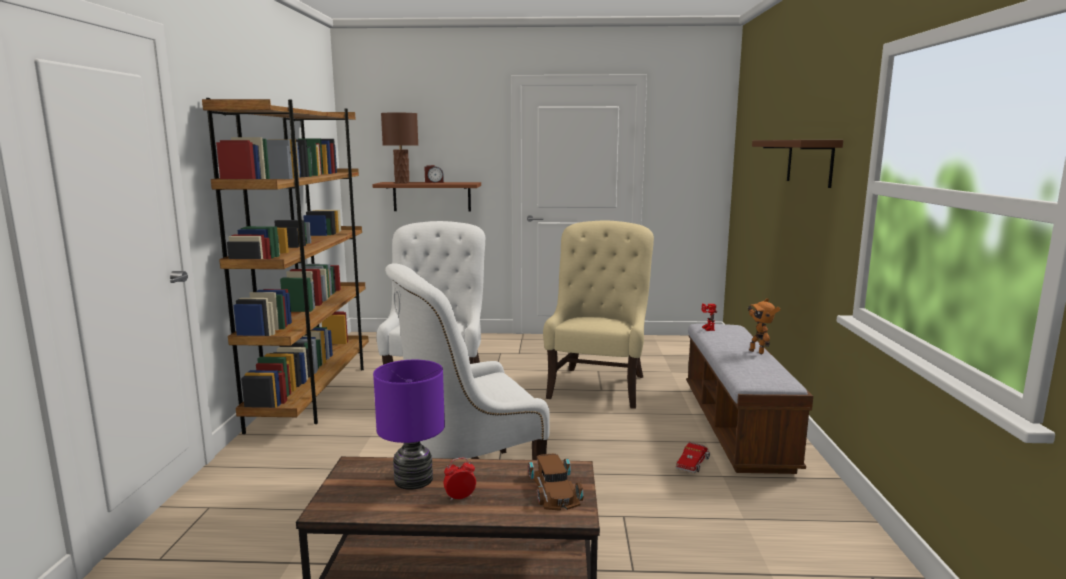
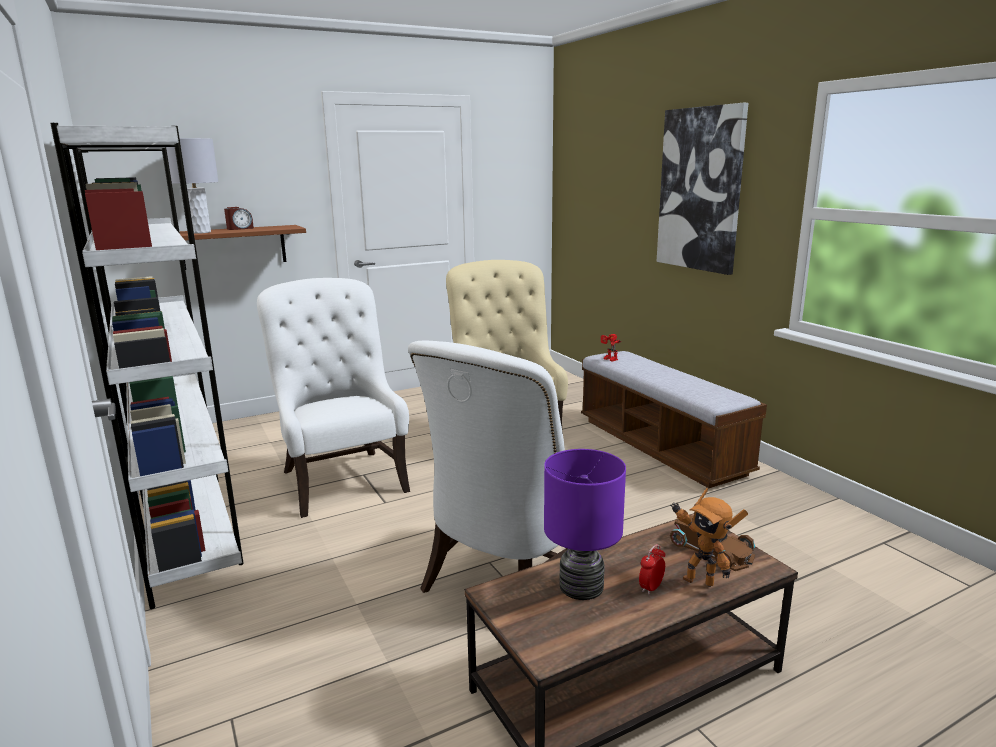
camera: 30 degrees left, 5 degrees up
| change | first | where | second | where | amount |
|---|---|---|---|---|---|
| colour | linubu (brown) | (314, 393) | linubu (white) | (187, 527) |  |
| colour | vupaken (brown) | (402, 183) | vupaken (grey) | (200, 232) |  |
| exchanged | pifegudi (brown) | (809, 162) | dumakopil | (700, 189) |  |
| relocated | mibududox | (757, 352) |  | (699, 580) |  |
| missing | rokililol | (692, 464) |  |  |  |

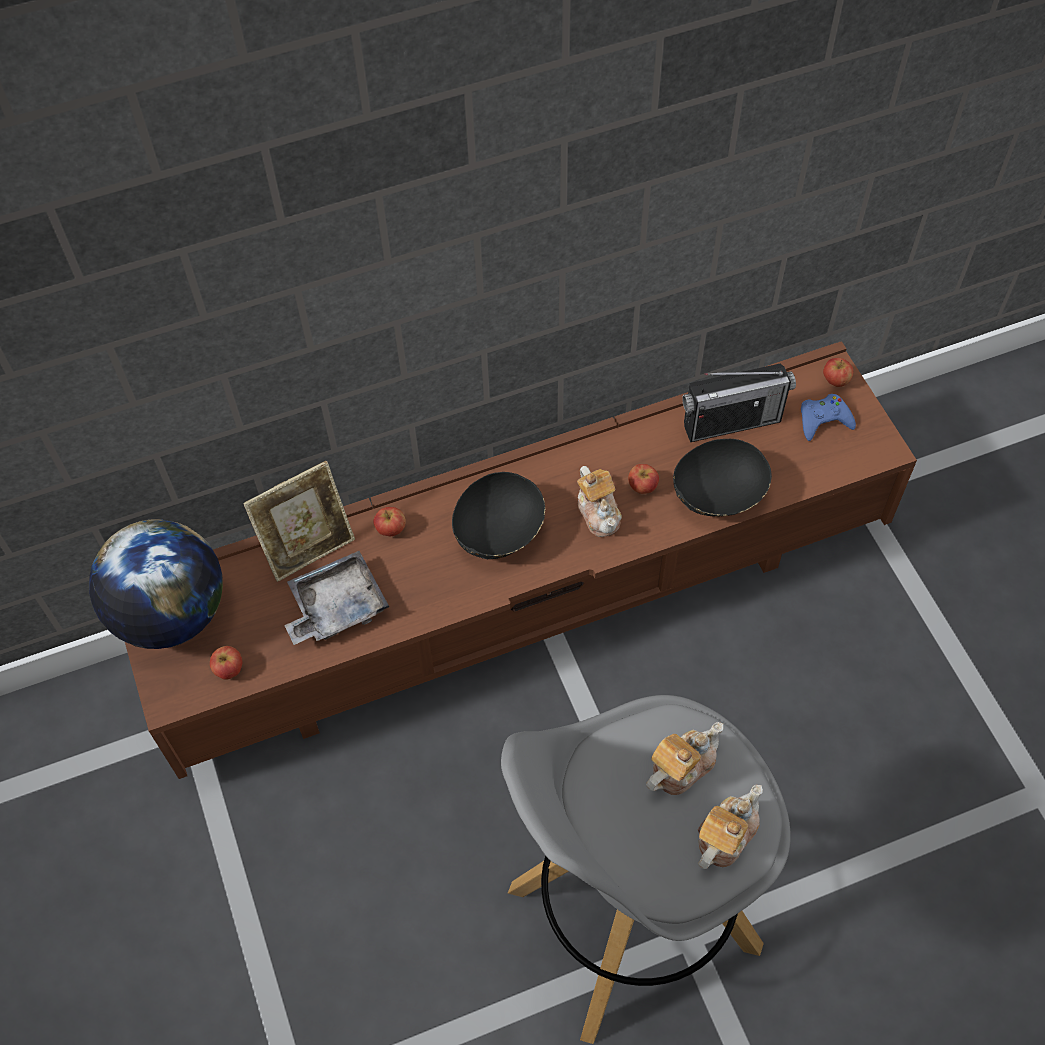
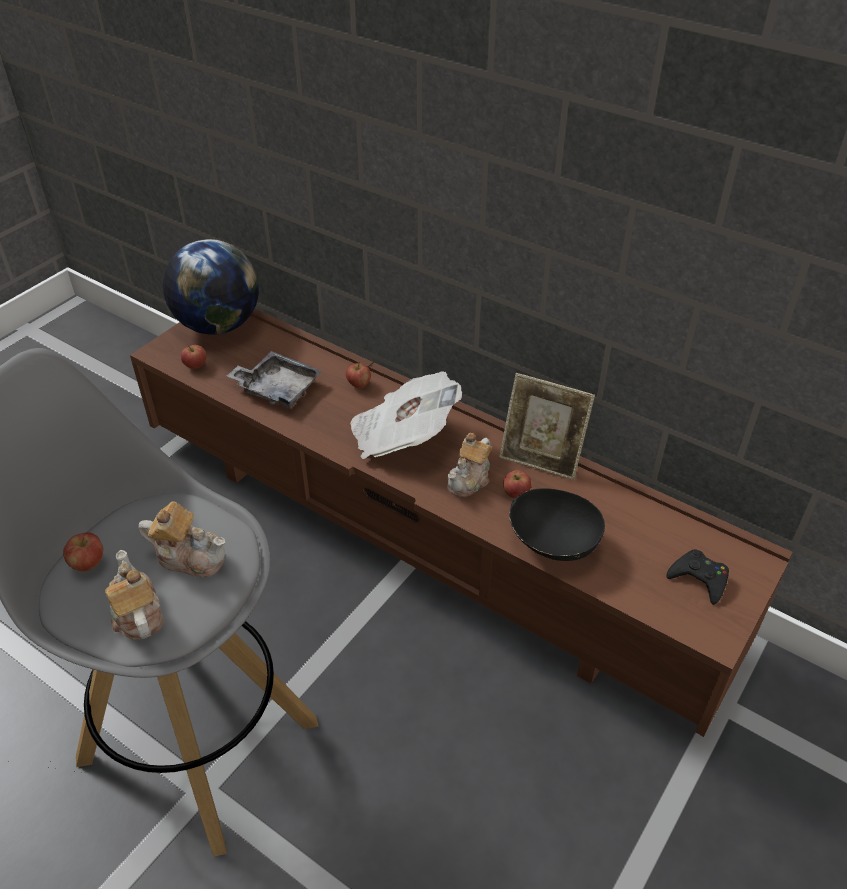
camera: 55 degrees right, 15 degrees down
| change | first | where | second | where | amount |
|---|---|---|---|---|---|
| relocated | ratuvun | (835, 381) |  | (88, 563) |  |
| spun | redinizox | (724, 836) |  | (137, 614) | 120 degrees counterclockwise |
| exchanged | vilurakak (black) | (499, 533) | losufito | (402, 436) |  |
| relocated | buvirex | (308, 548) |  | (541, 459) |  |
| colour | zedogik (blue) | (823, 420) | zedogik (black) | (699, 579) |  |
| missing | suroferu | (731, 422) |  |  |  |

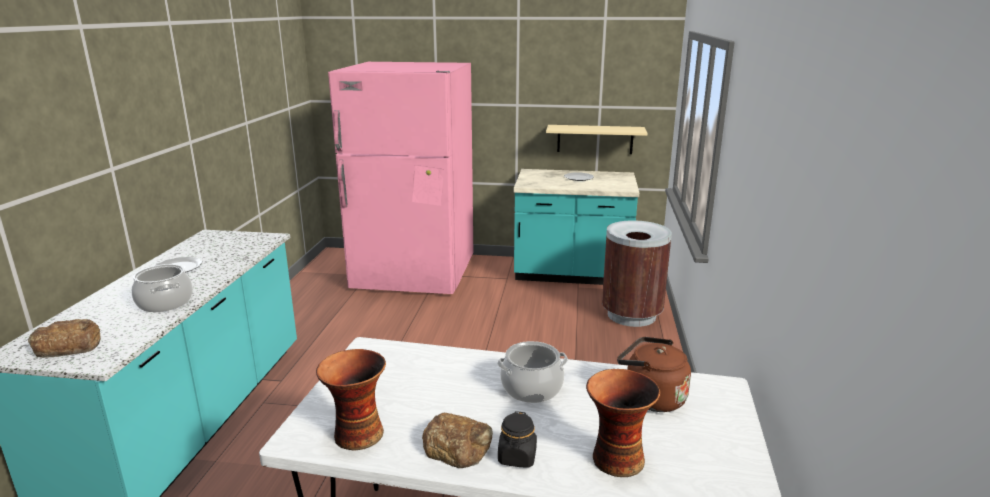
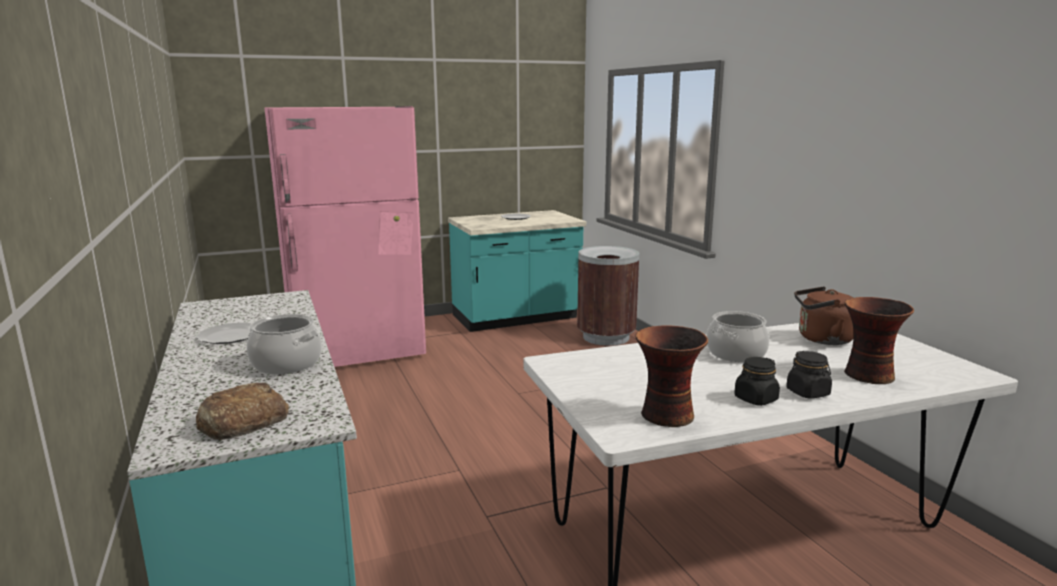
camera: 30 degrees left, 5 degrees down
| change | first | where | second | where | amount |
|---|---|---|---|---|---|
| exchanged | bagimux | (457, 446) | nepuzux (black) | (755, 399) |  |
| missing | pifegudi (beige) | (595, 139) |  |  |  |

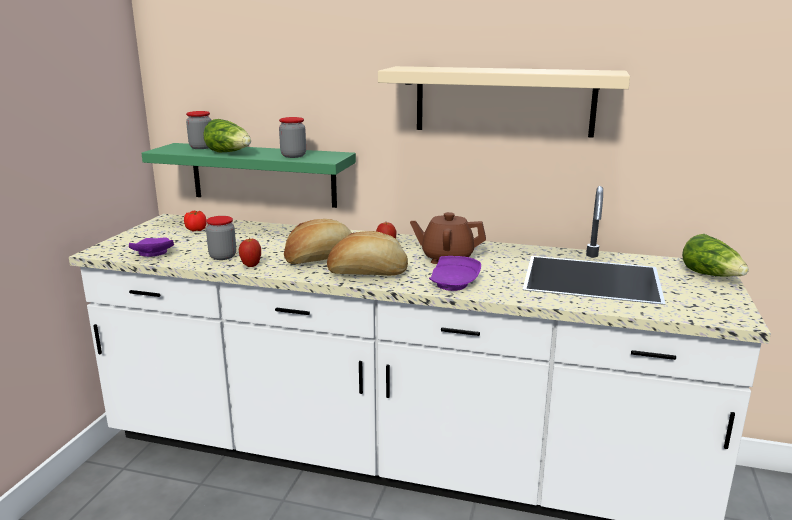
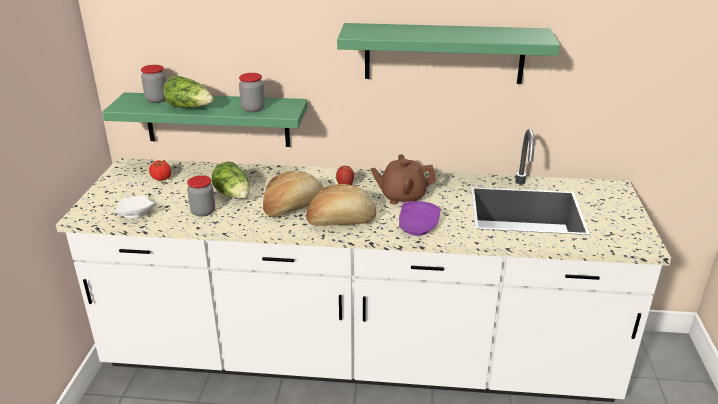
camera: 10 degrees left, 10 degrees up
| change | first | where | second | where | amount |
|---|---|---|---|---|---|
| colour | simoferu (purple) | (152, 254) | simoferu (white) | (135, 214) |  |
| relocated | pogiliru | (711, 276) |  | (234, 195) |  |
| colour | pifegudi (beige) | (504, 101) | pifegudi (green) | (444, 53) |  |
| missing | ratuvun | (251, 265) |  |  |  |

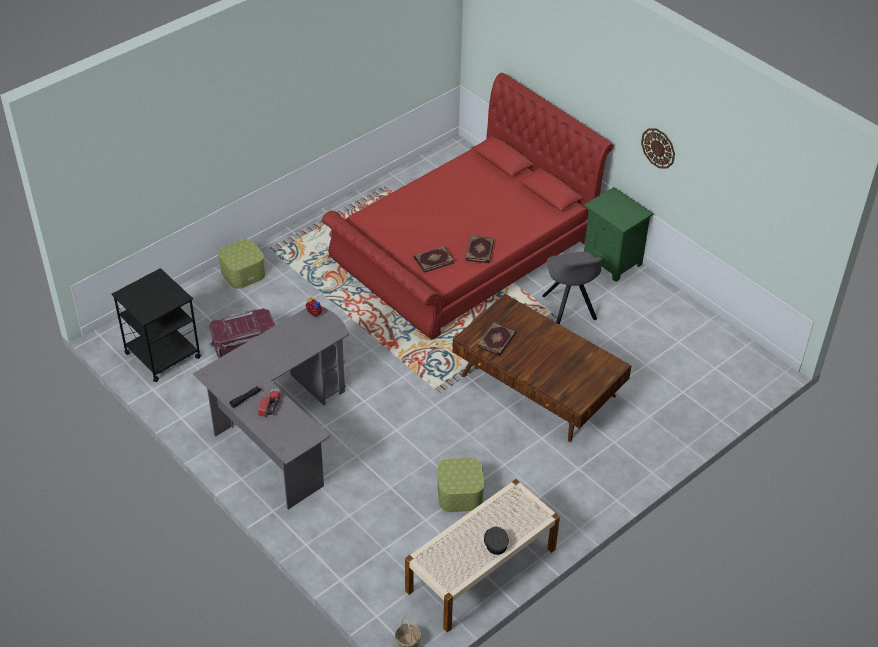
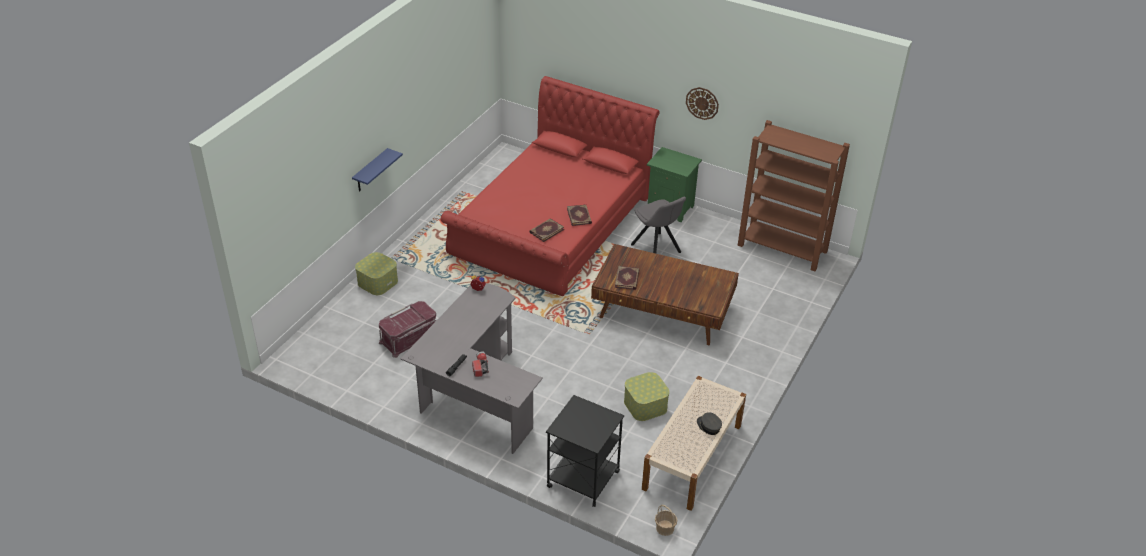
camera: 20 degrees left, 5 degrees down
| change | first | where | second | where | amount |
|---|---|---|---|---|---|
| appeared |  |  | pifegudi (blue) | (370, 171) |  |
| relocated | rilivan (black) | (162, 354) |  | (582, 478) |  |
| appeared |  |  | linubu (brown) | (782, 248) |  |

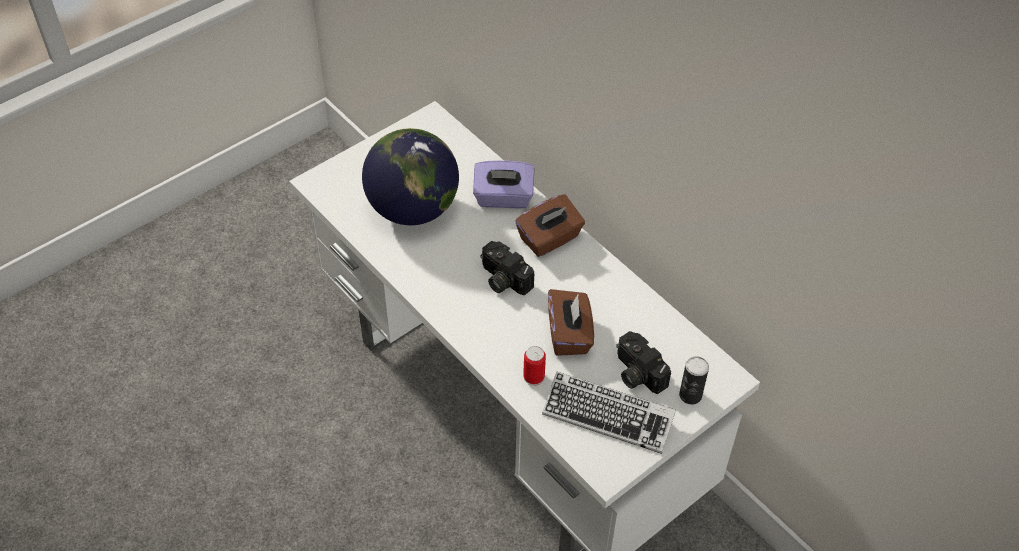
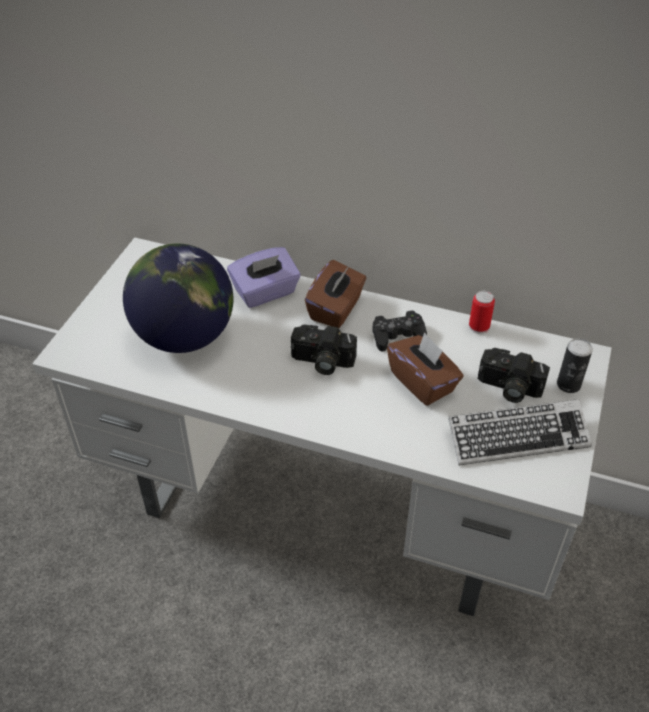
camera: 30 degrees left, 5 degrees down
| change | first | where | second | where | amount |
|---|---|---|---|---|---|
| appeared |  |  | zedogik (black) | (398, 336) |  |
| relocated | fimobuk | (533, 377) |  | (479, 327) |  |

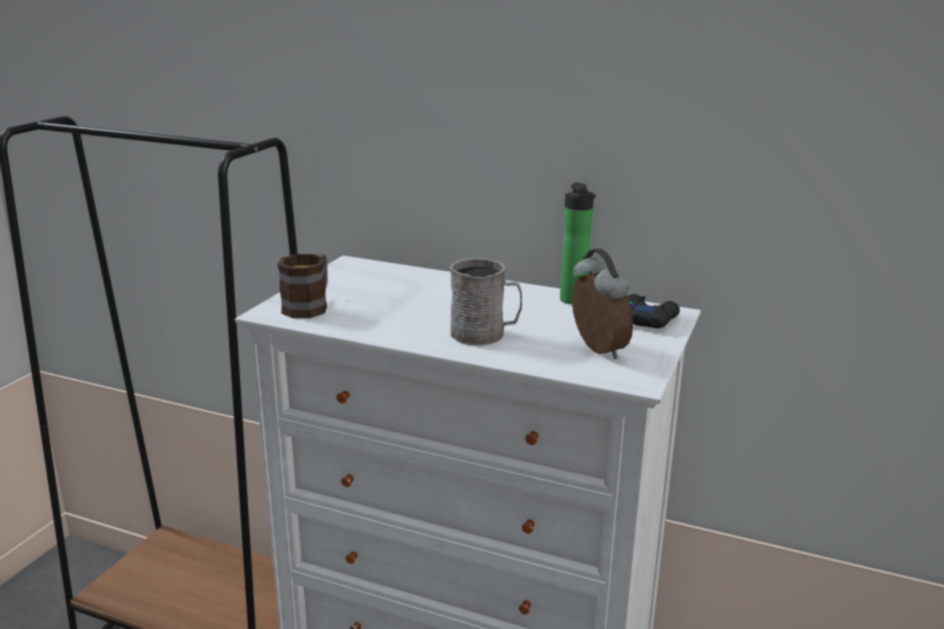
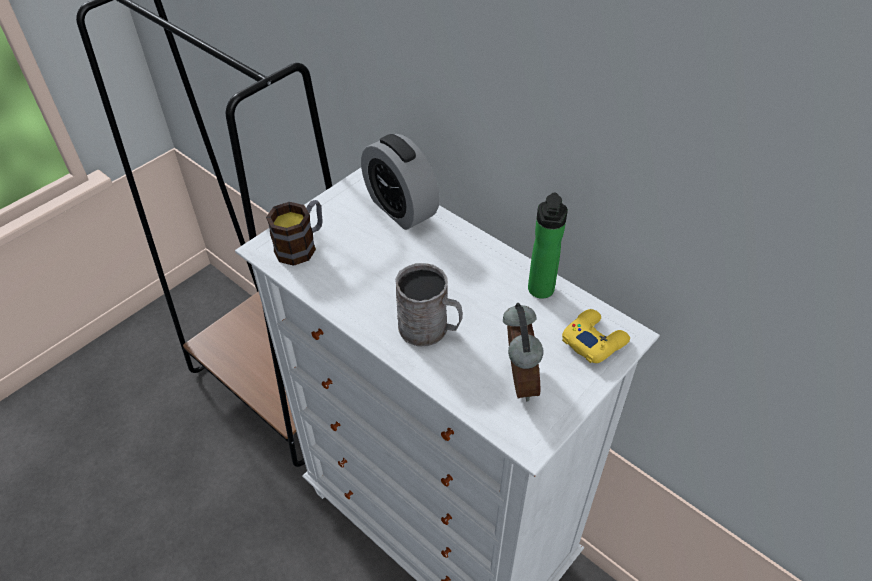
camera: 20 degrees right, 25 degrees up
| change | first | where | second | where | amount |
|---|---|---|---|---|---|
| appeared |  |  | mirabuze | (400, 208) |  |
| colour | zedogik (black) | (646, 319) | zedogik (yellow) | (594, 340) |  |

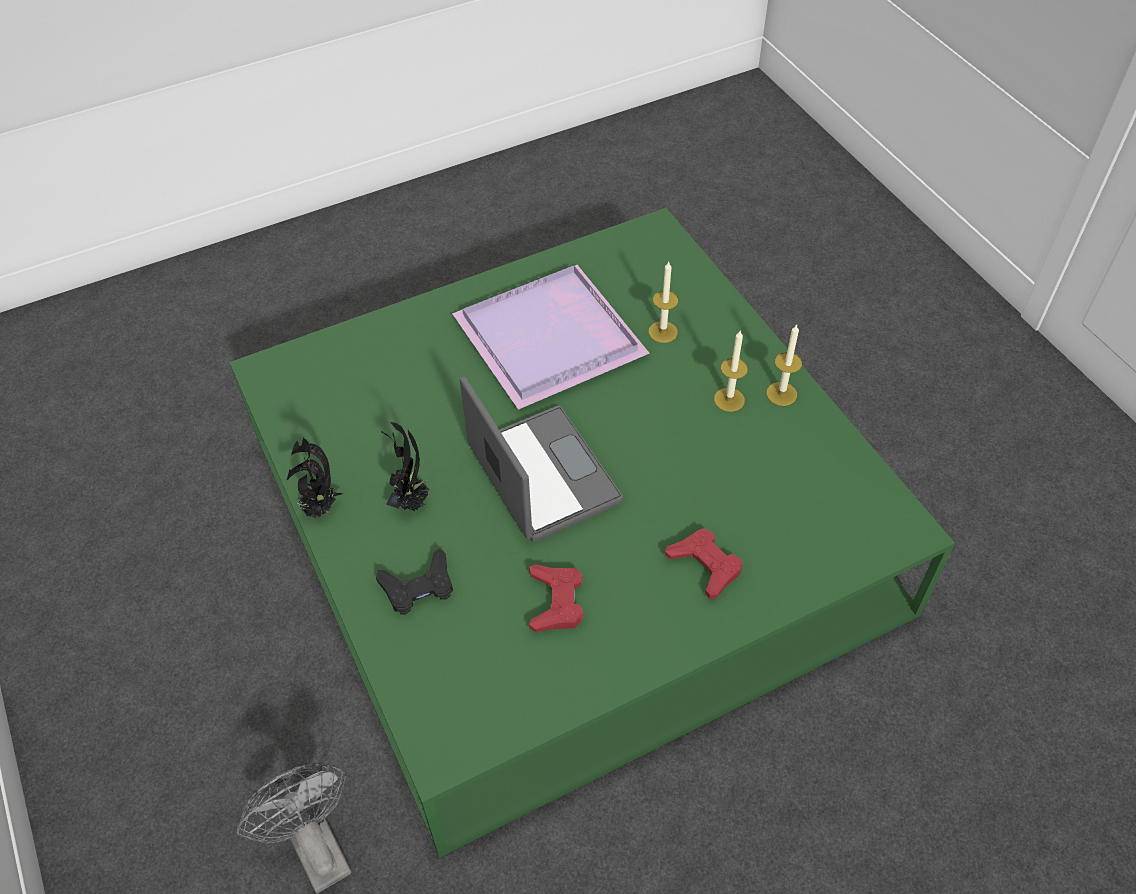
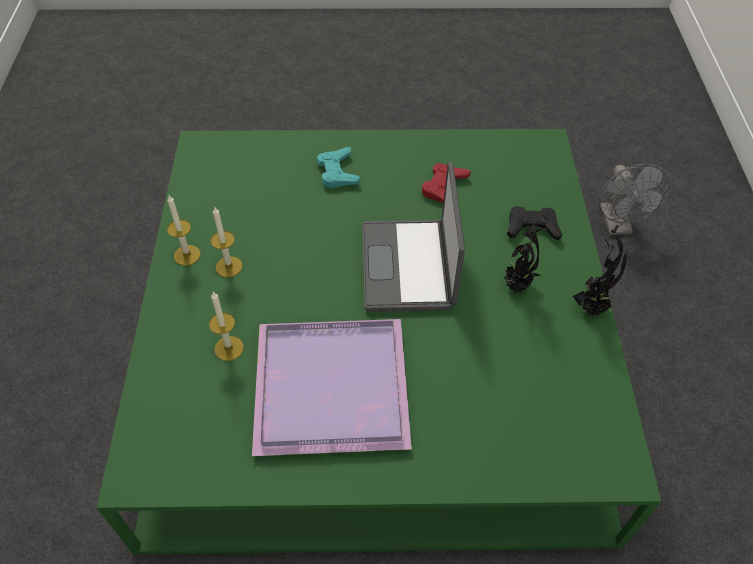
camera: 155 degrees left, 0 degrees up
| change | first | where | second | where | amount |
|---|---|---|---|---|---|
| colour | zedogik (red) | (705, 565) | zedogik (turquoise) | (337, 172) |  |

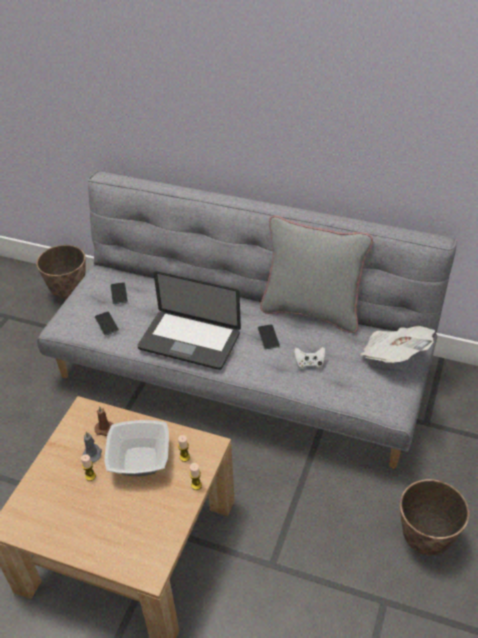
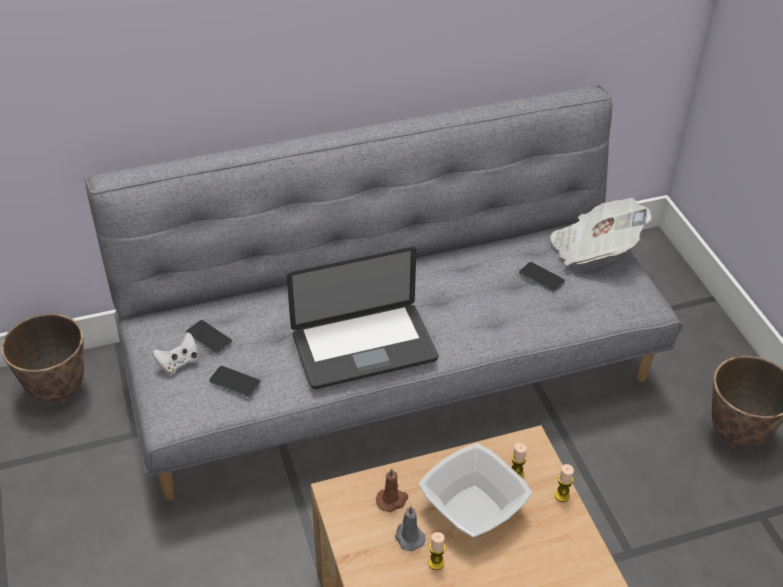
camera: 40 degrees left, 0 degrees up
| change | first | where | second | where | amount |
|---|---|---|---|---|---|
| relocated | zedogik (white) | (309, 363) |  | (178, 363) |  |
| relocated | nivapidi | (268, 337) |  | (541, 277) |  |
| missing | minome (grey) | (311, 311) |  |  |  |

